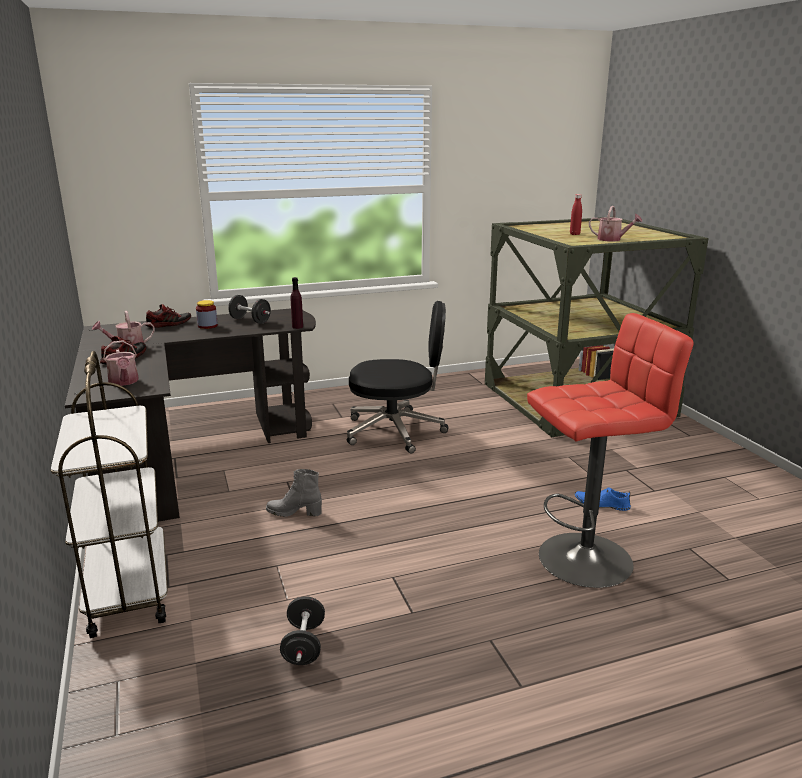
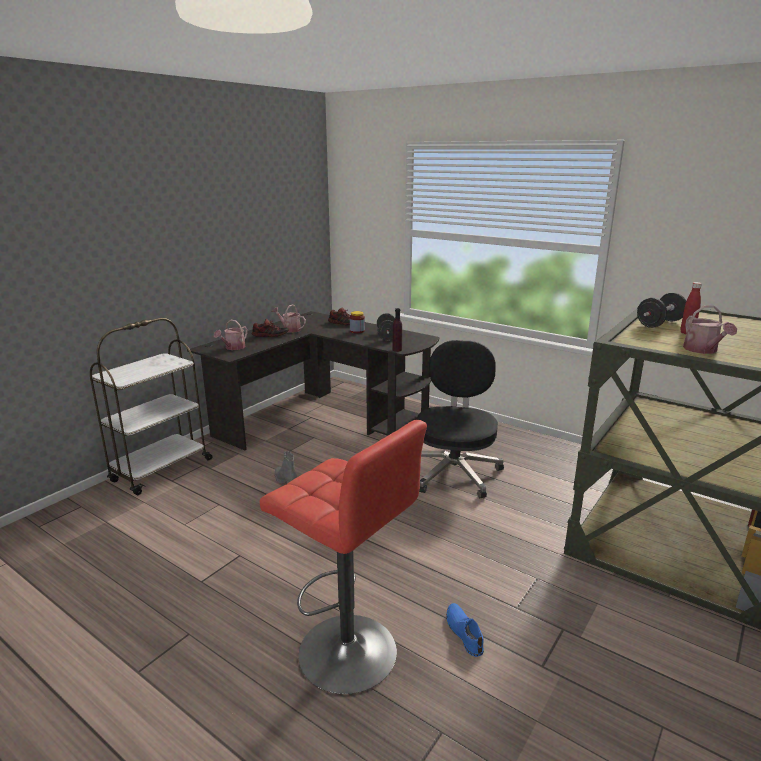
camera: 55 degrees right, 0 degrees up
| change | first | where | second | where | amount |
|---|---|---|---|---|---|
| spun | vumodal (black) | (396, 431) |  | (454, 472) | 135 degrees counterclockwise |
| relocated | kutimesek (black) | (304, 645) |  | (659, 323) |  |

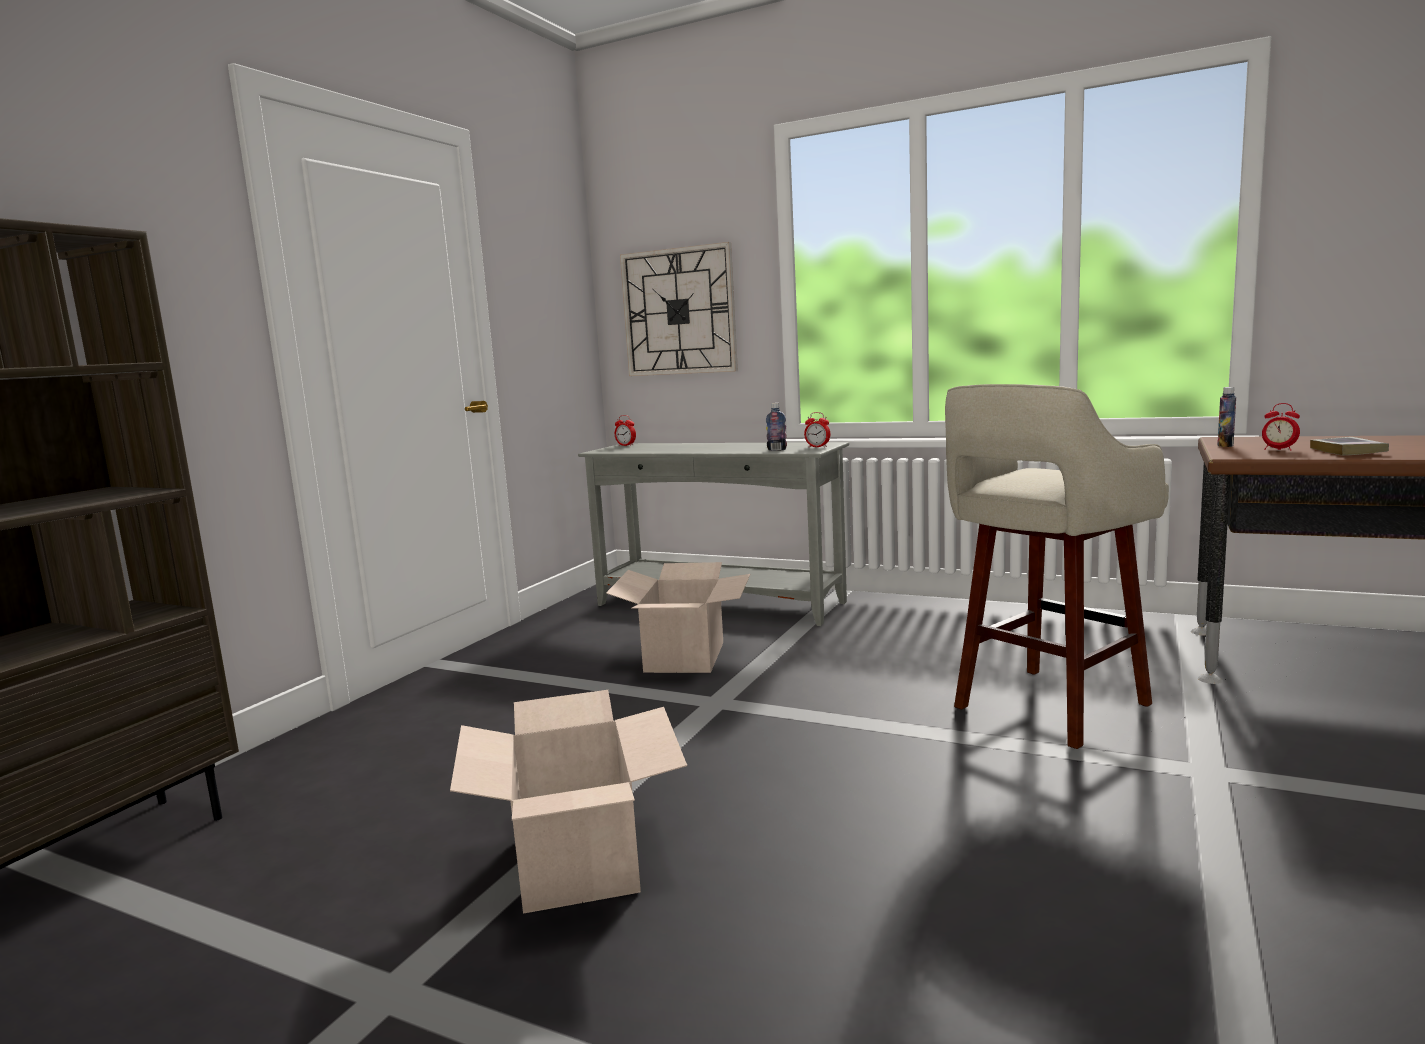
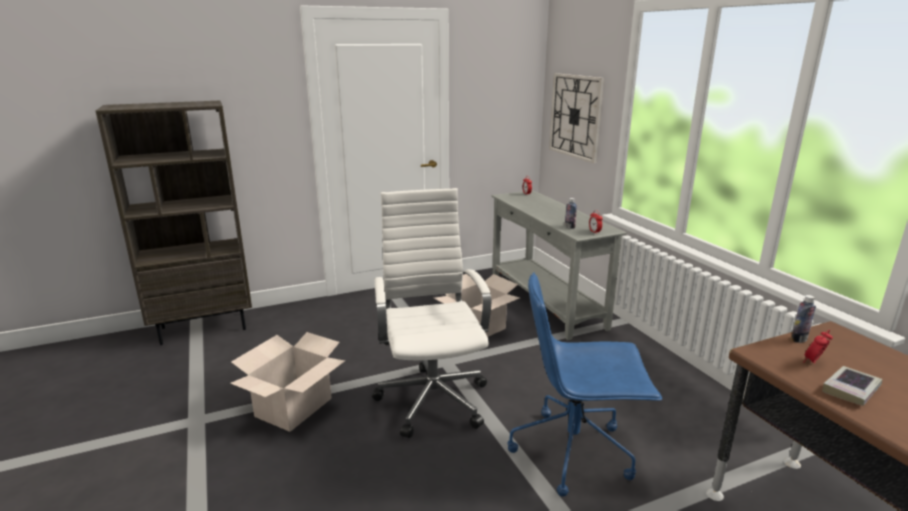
camera: 40 degrees right, 10 degrees up
| change | first | where | second | where | amount |
|---|---|---|---|---|---|
| appeared |  |  | vumodal (white) | (432, 397) |  |
| exchanged | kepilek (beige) | (1046, 709) | vumodal (blue) | (577, 452) |  |
| spun | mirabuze | (1278, 449) |  | (813, 362) | 60 degrees clockwise |

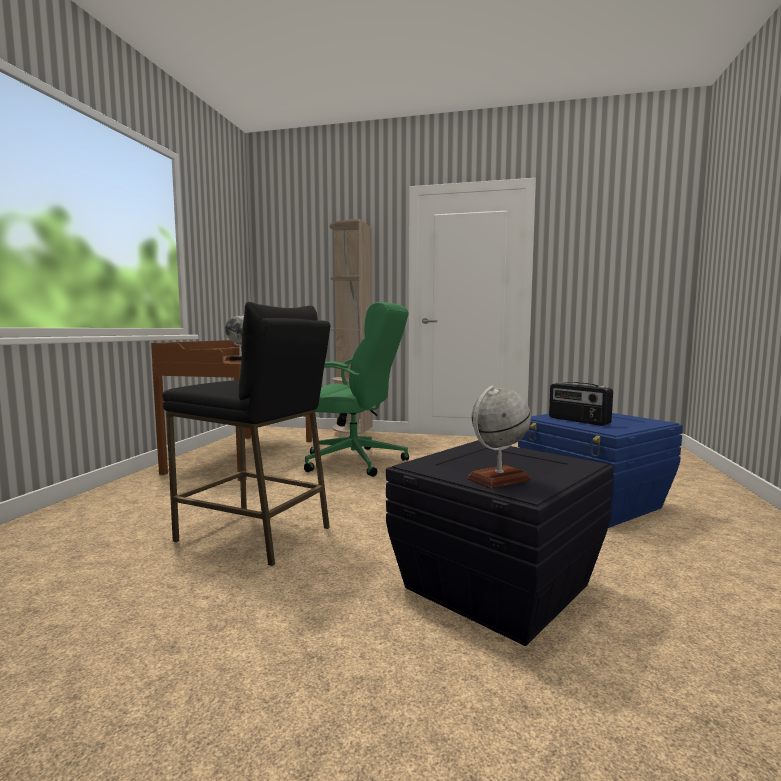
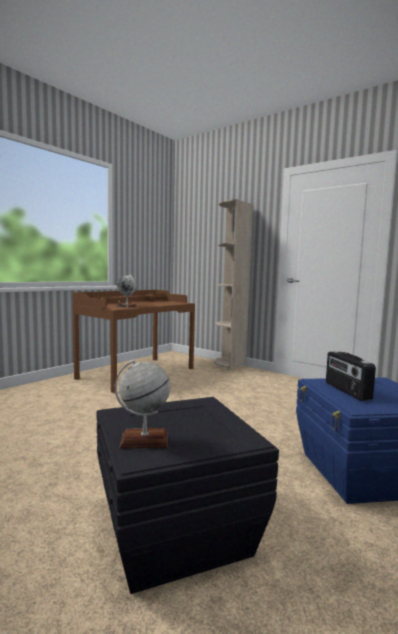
camera: 25 degrees right, 0 degrees up
| change | first | where | second | where | amount |
|---|---|---|---|---|---|
| missing | kepilek (black) | (255, 534) |  |  |  |
| missing | vumodal (green) | (353, 461) |  |  |  |

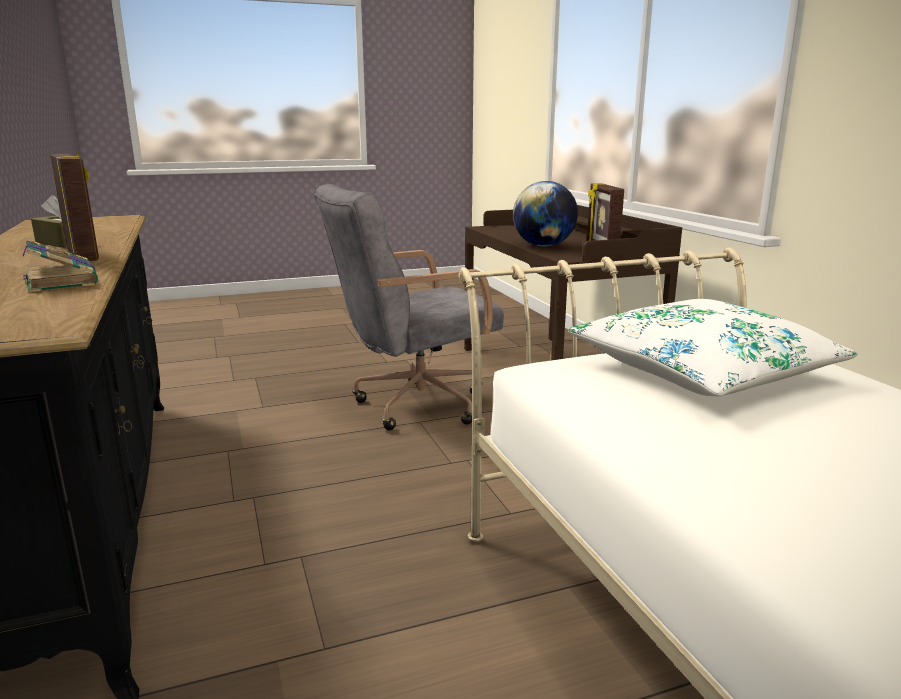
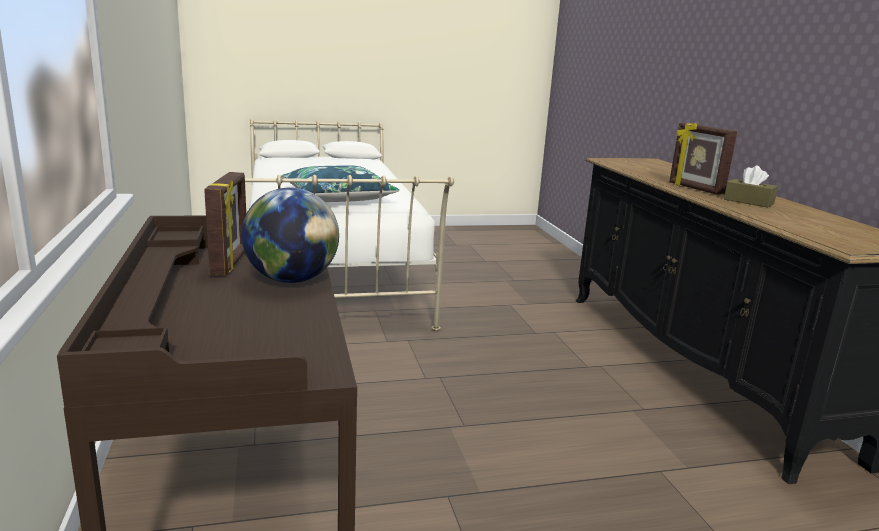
camera: 175 degrees left, 0 degrees up
| change | first | where | second | where | amount |
|---|---|---|---|---|---|
| colour | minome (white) | (702, 371) | minome (blue) | (338, 198) |  |
| missing | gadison | (62, 281) |  |  |  |
| missing | vumodal (grey) | (414, 407) |  |  |  |

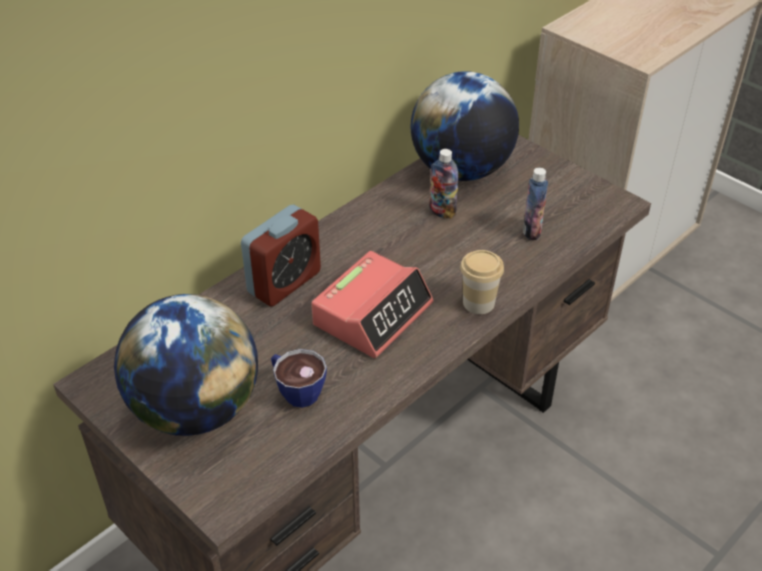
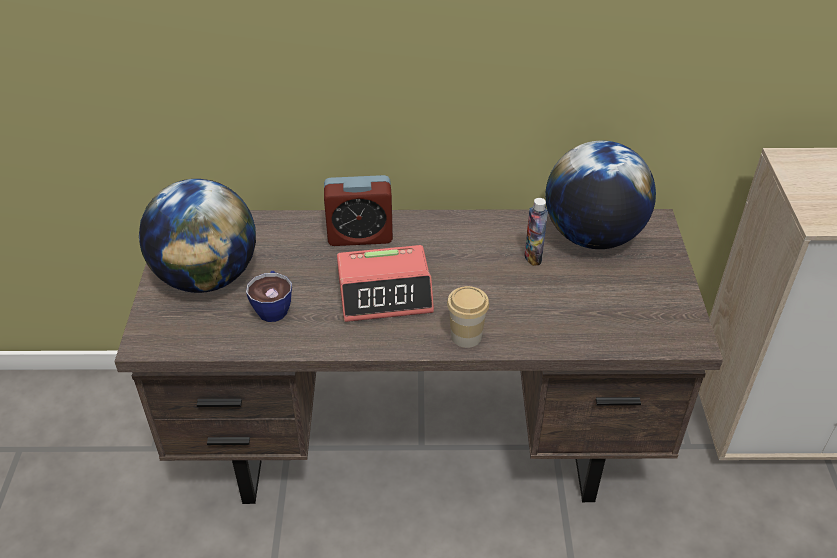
camera: 45 degrees right, 0 degrees up
| change | first | where | second | where | amount |
|---|---|---|---|---|---|
| missing | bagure | (531, 231) |  |  |  |

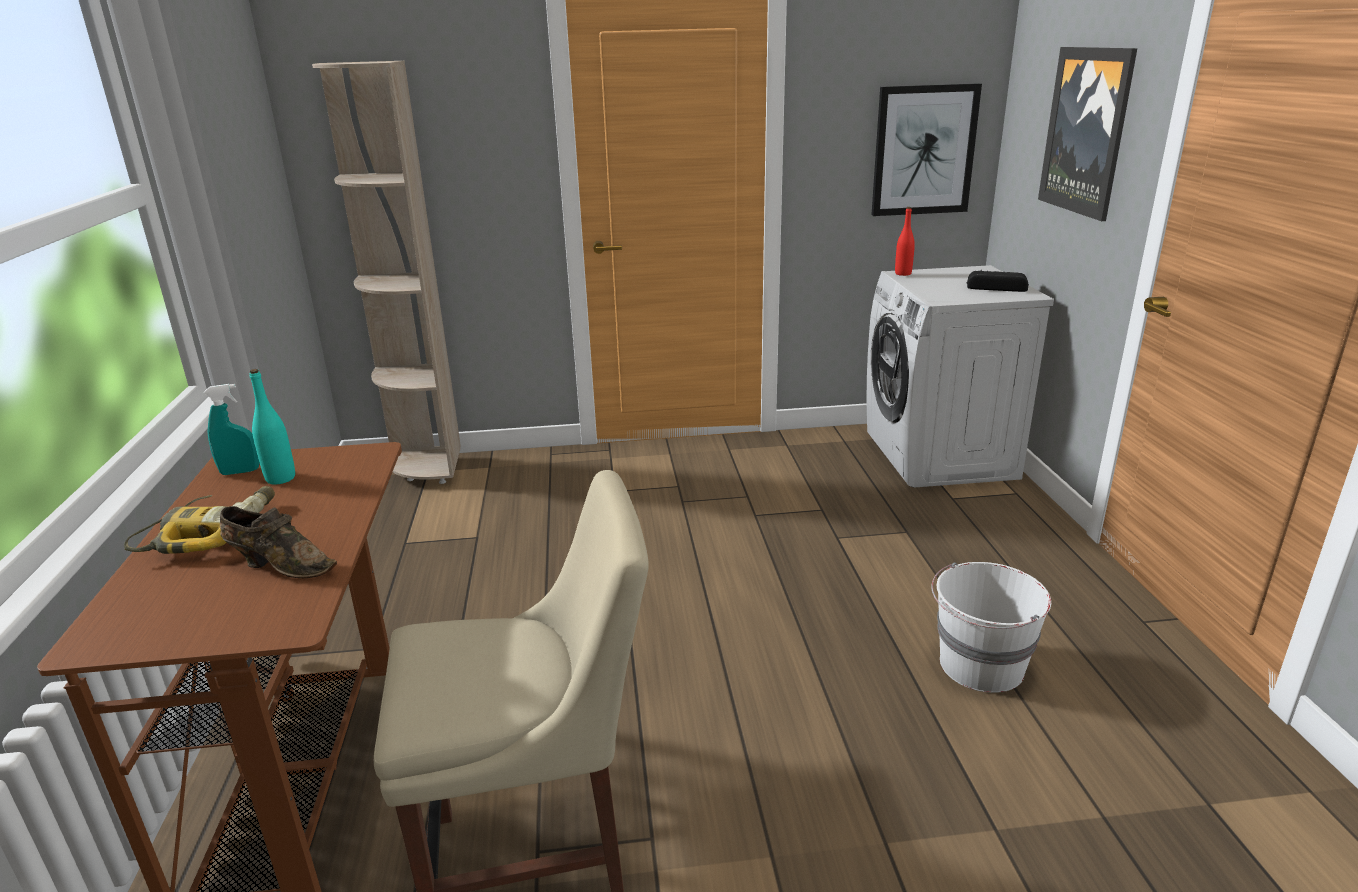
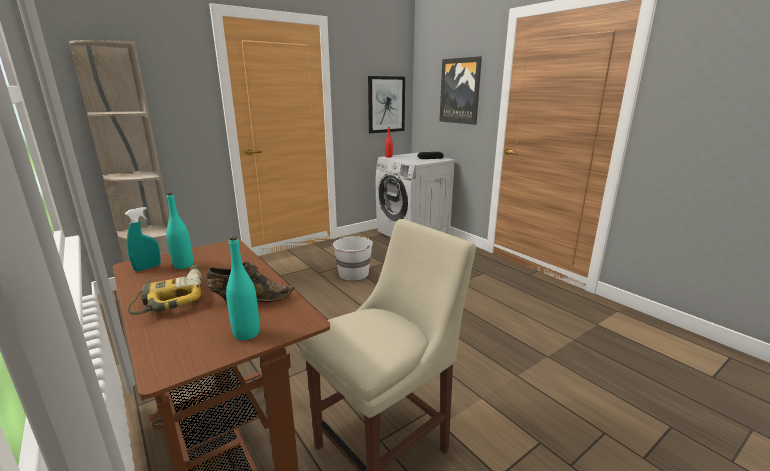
camera: 30 degrees left, 5 degrees down
| change | first | where | second | where | amount |
|---|---|---|---|---|---|
| appeared |  |  | bagure (turquoise) | (246, 333) |  |
| relocated | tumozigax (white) | (980, 666) |  | (353, 274) |  |

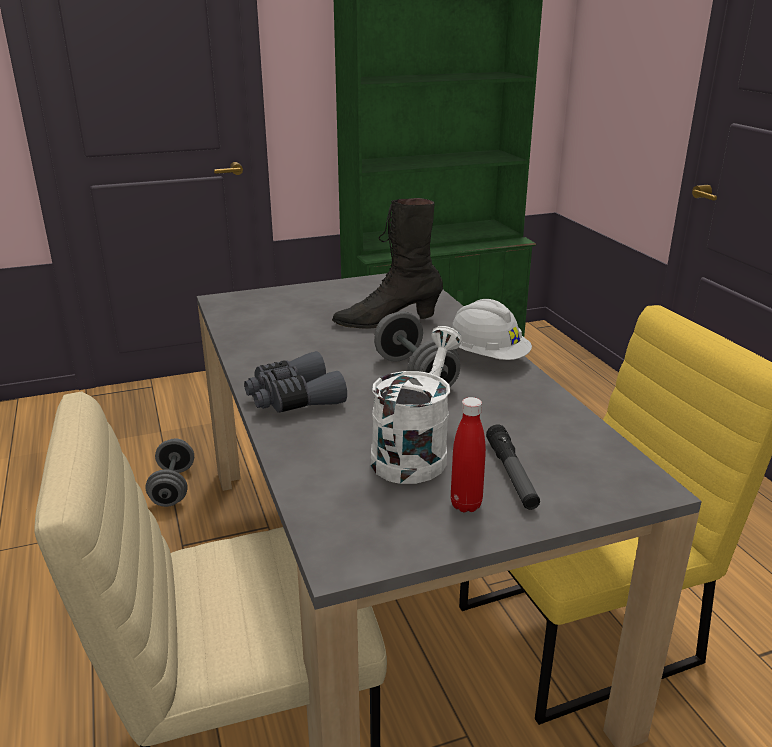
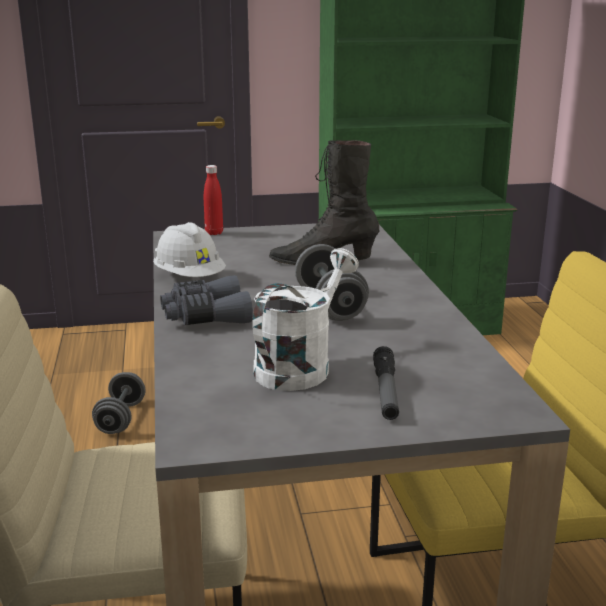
camera: 10 degrees right, 5 degrees down
| change | first | where | second | where | amount |
|---|---|---|---|---|---|
| relocated | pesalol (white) | (487, 357) |  | (189, 278) |  |
| relocated | bagure (red) | (466, 505) |  | (214, 233) |  |

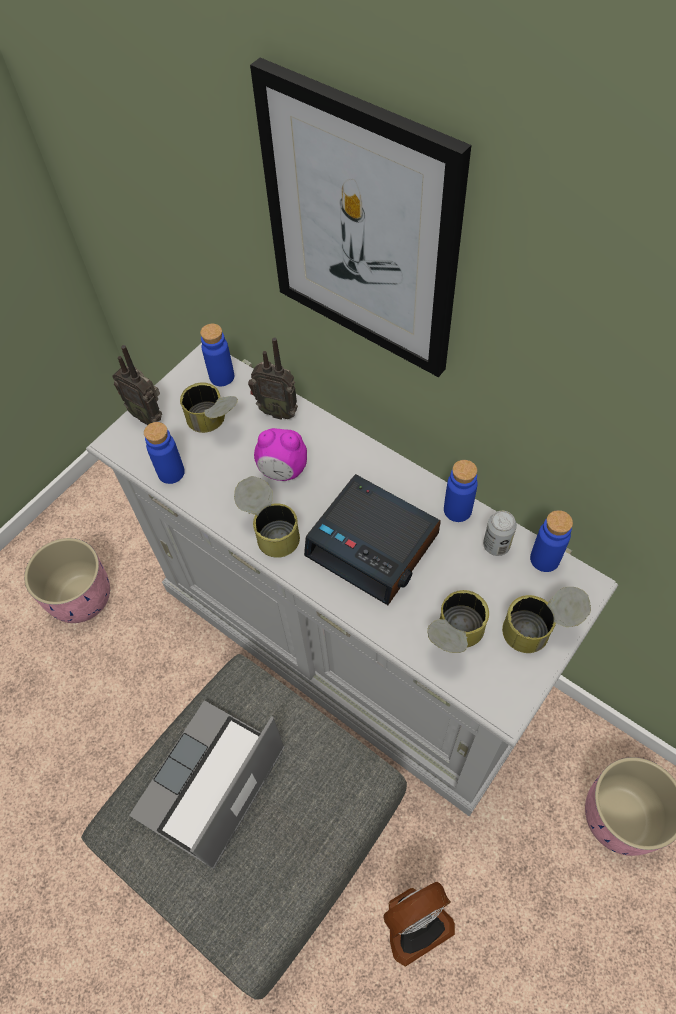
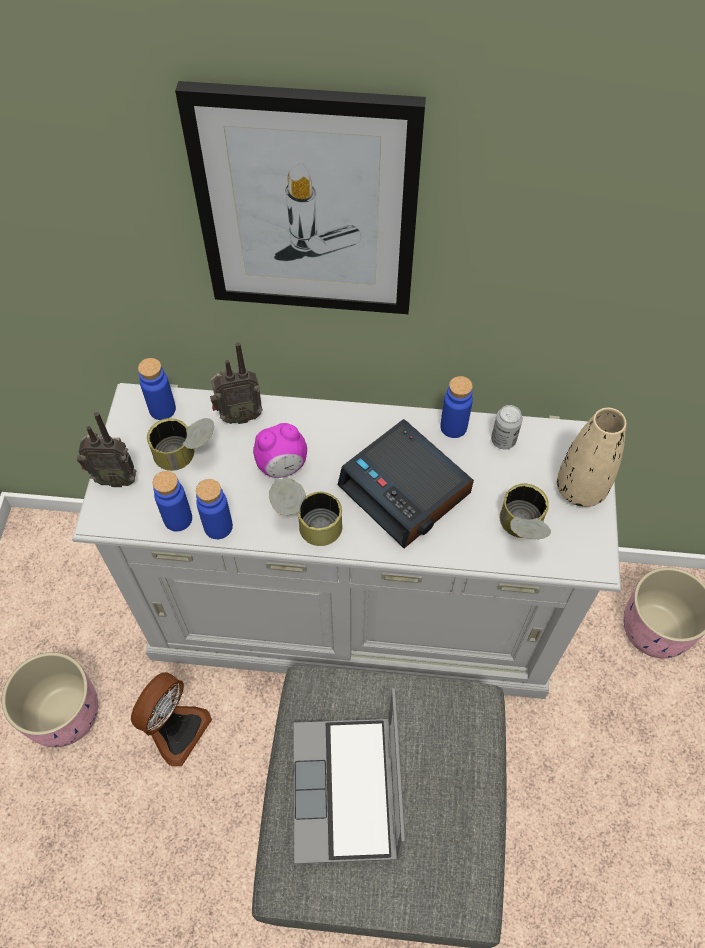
camera: 35 degrees left, 0 degrees up
| change | first | where | second | where | amount |
|---|---|---|---|---|---|
| relocated | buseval | (414, 921) |  | (175, 729) |  |
| relocated | bagure (blue) | (544, 559) |  | (218, 526) |  |
| spun | mirabuze | (374, 545) |  | (406, 490) | 45 degrees clockwise |
| exchanged | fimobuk | (540, 629) | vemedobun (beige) | (580, 489) |  |

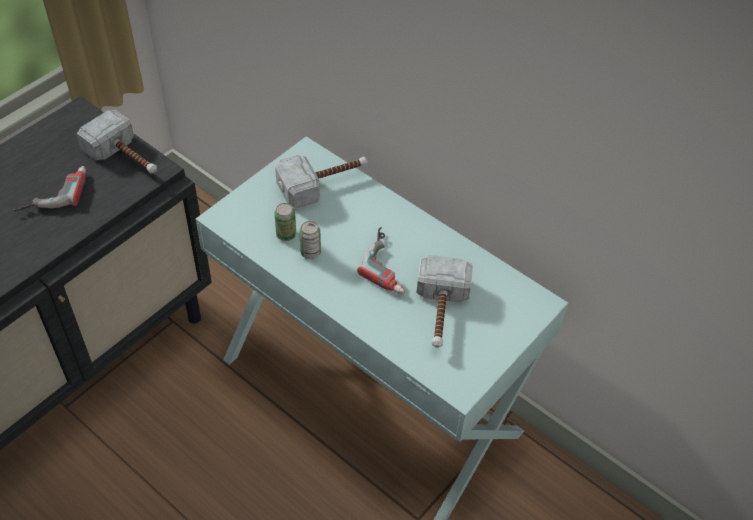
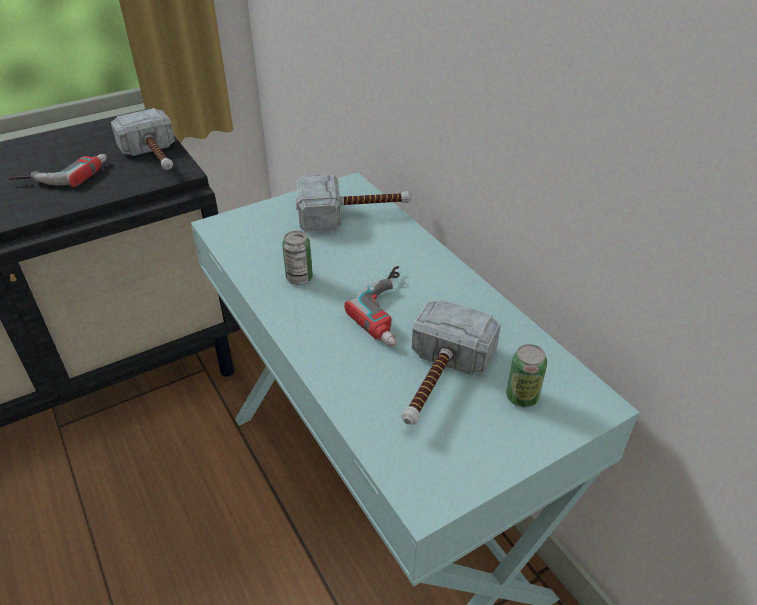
camera: 20 degrees right, 10 degrees down
| change | first | where | second | where | amount |
|---|---|---|---|---|---|
| relocated | fimobuk | (286, 234) |  | (522, 397) |  |

